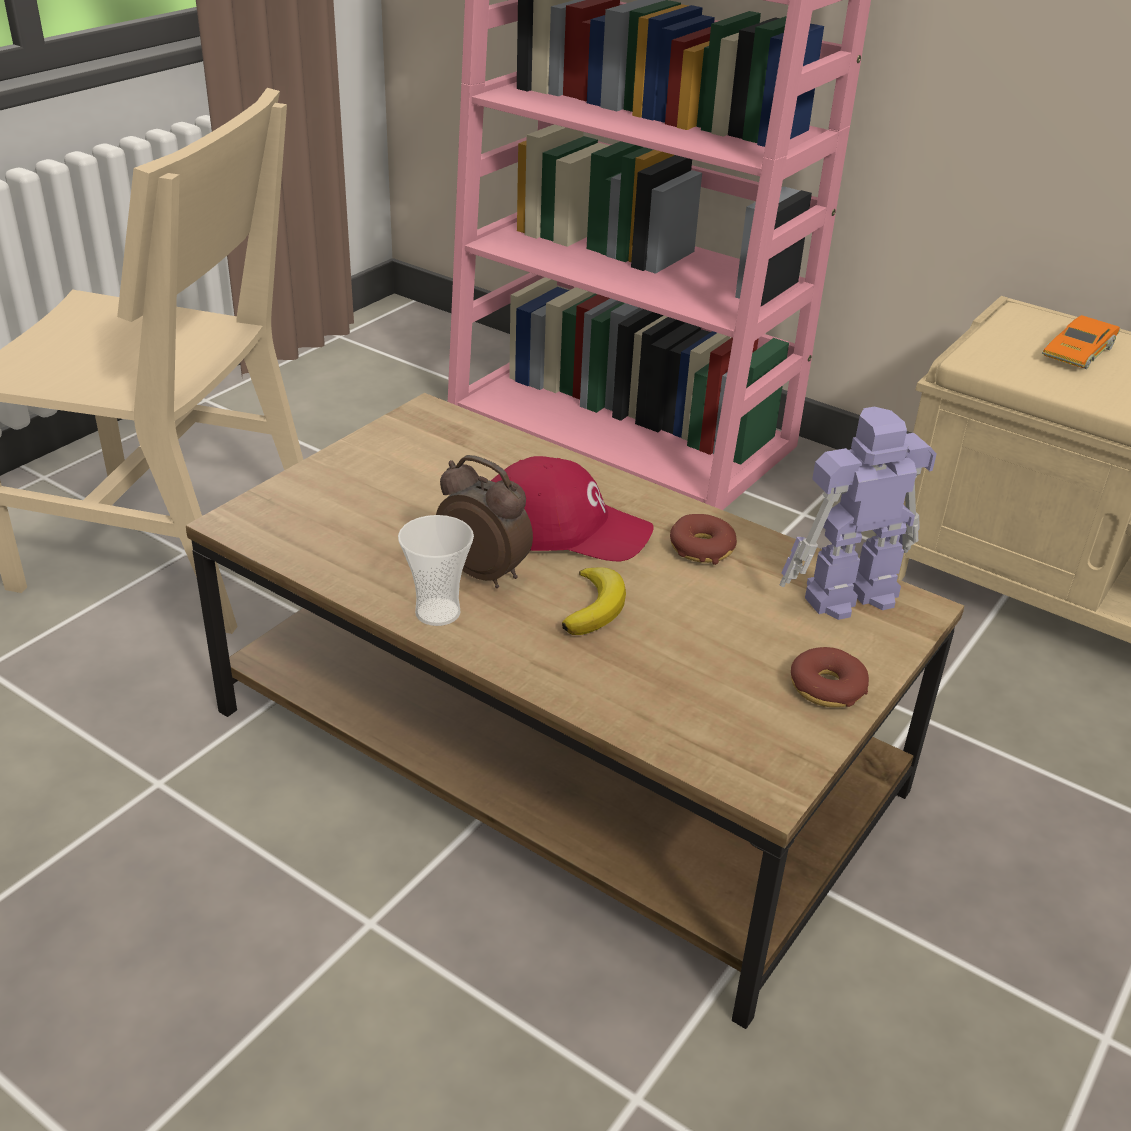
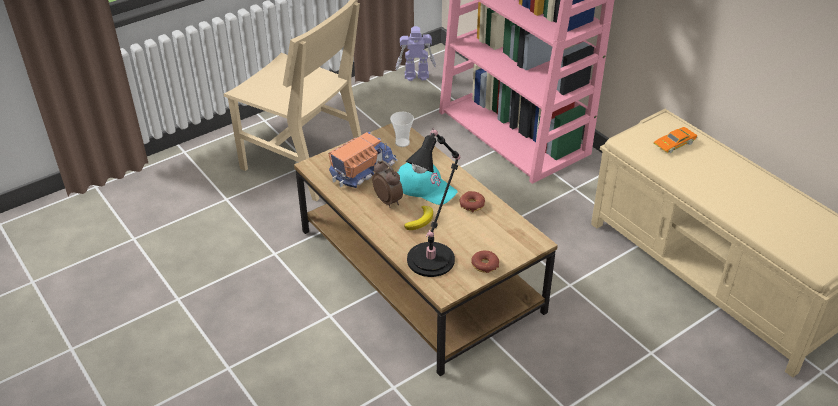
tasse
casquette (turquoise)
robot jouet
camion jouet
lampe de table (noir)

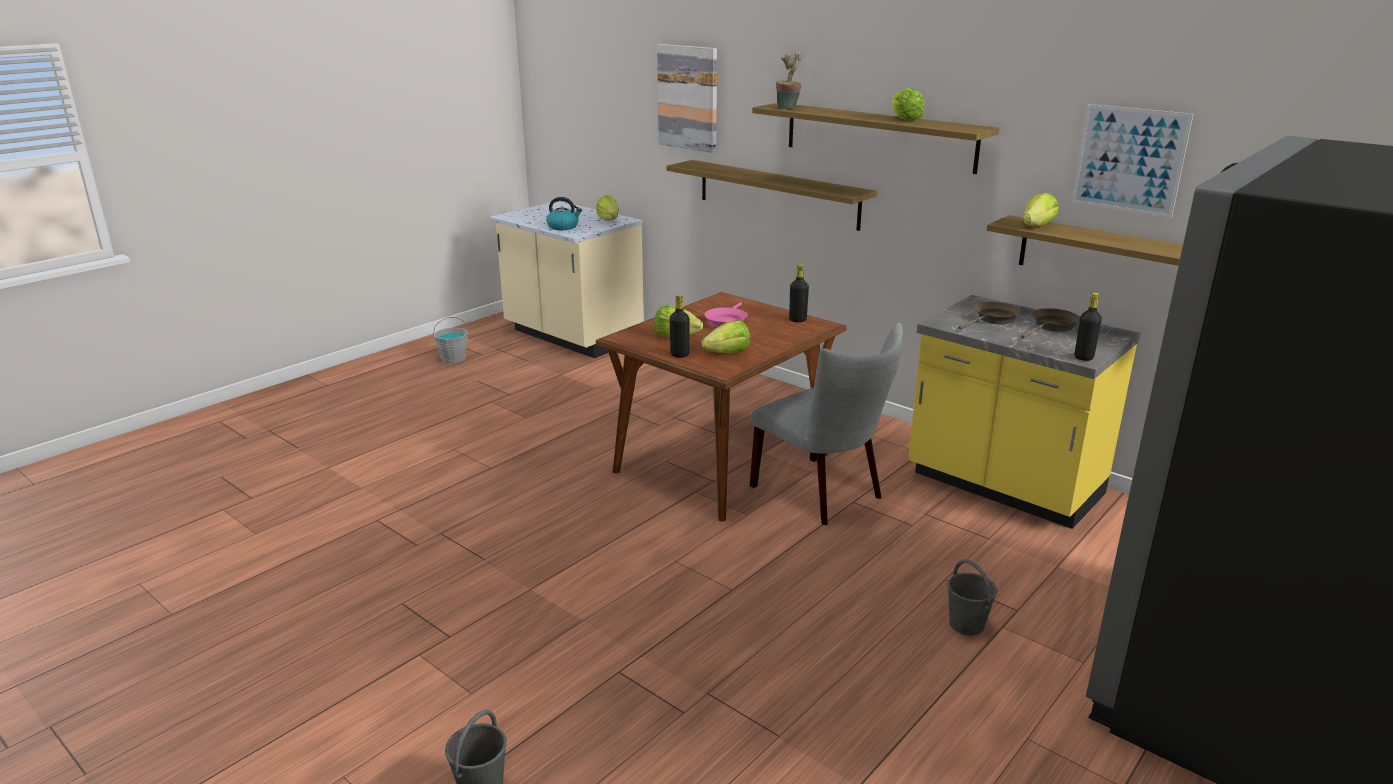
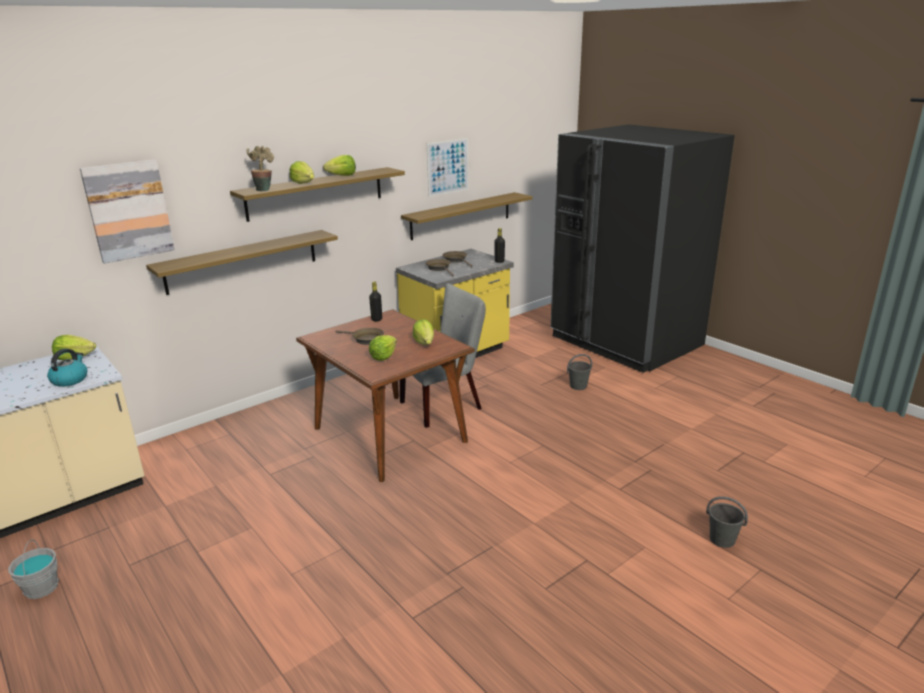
bouteille (noir) (no. 1 from left in the first image)
poêle (marron) (no. 1 from left)
laitue (no. 2 from left)

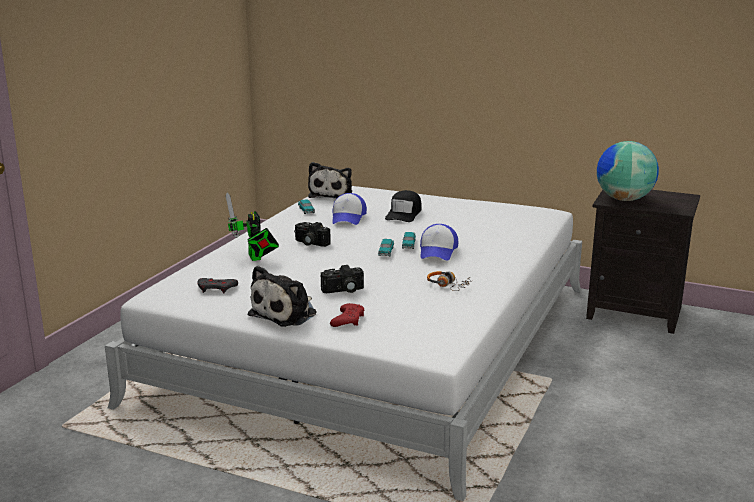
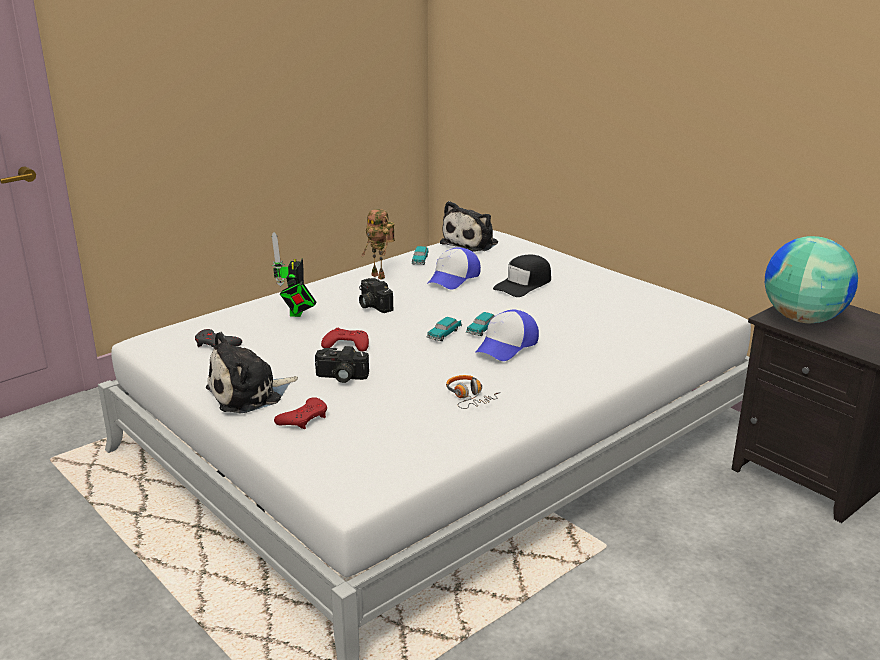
manette (rouge) (no. 2 from left)
robot jouet (no. 2 from left)

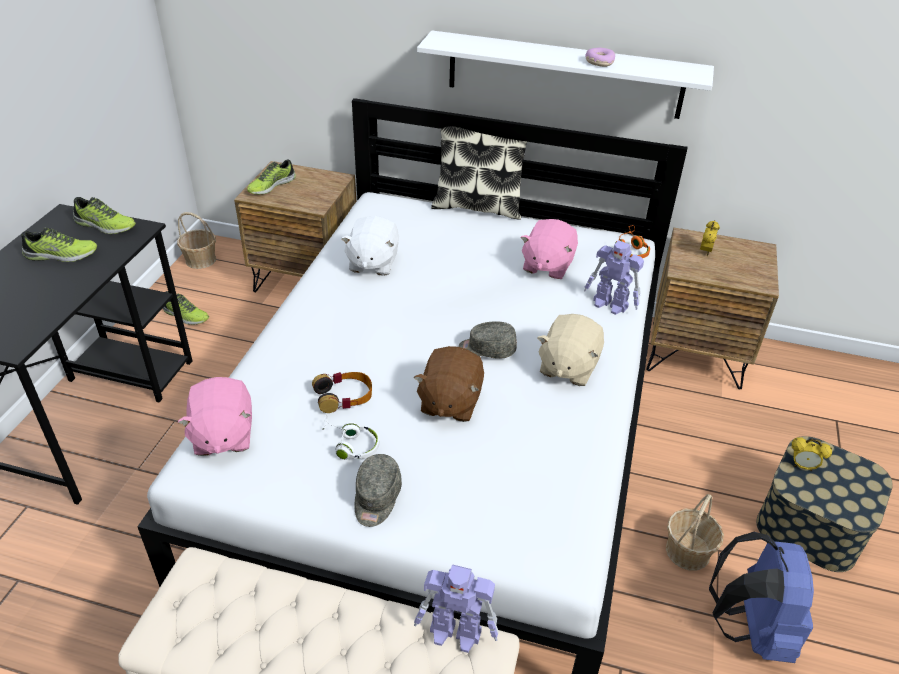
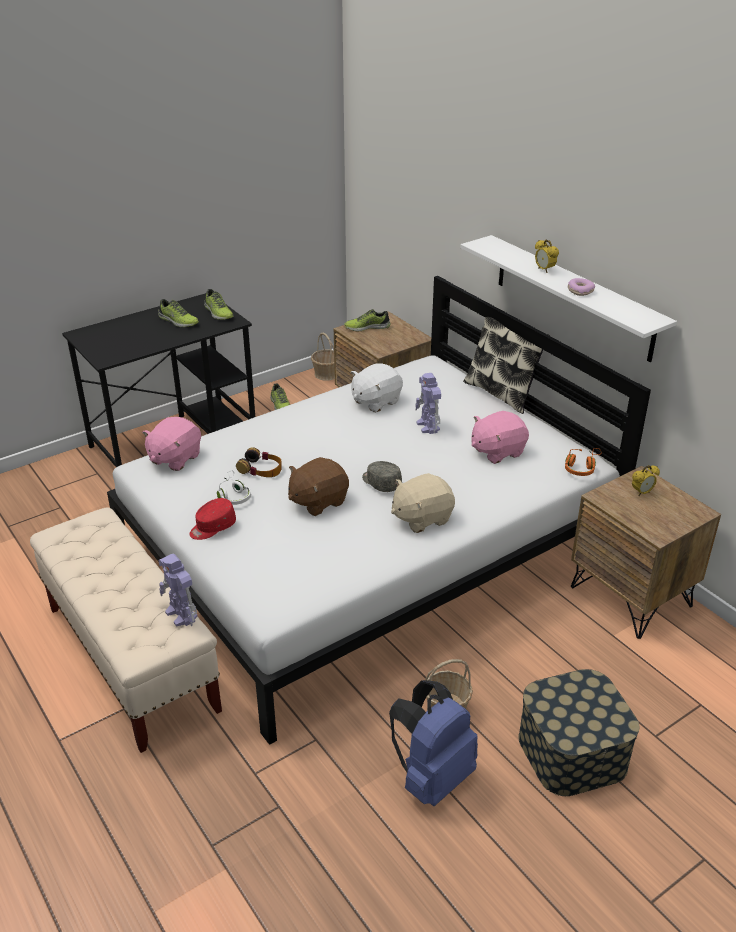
casquette (rouge)
robot jouet (no. 2 from left)
réveil (no. 1 from left)

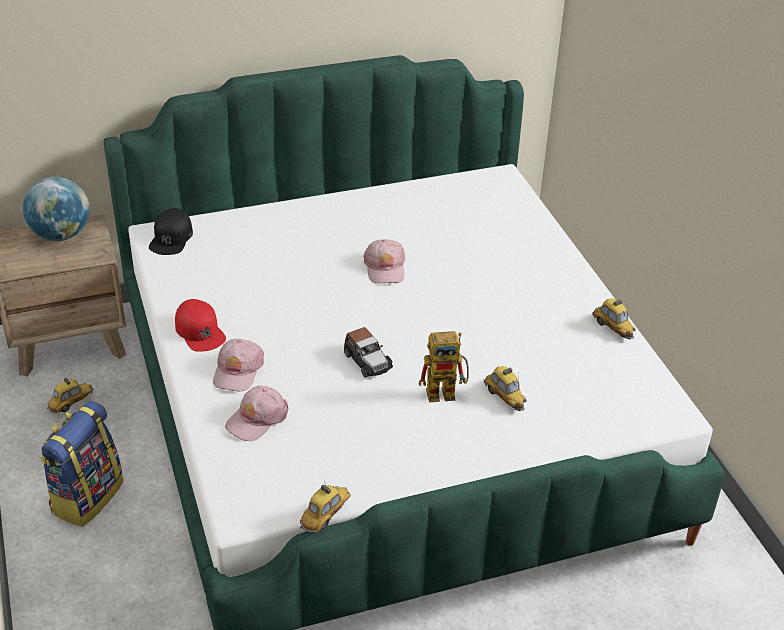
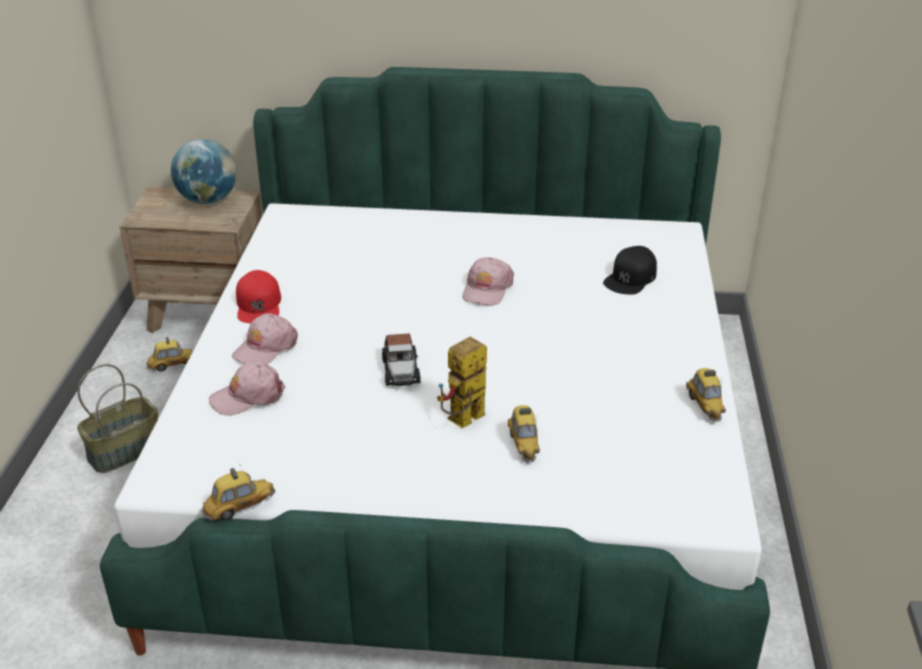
panier
casquette (noir)
robot jouet

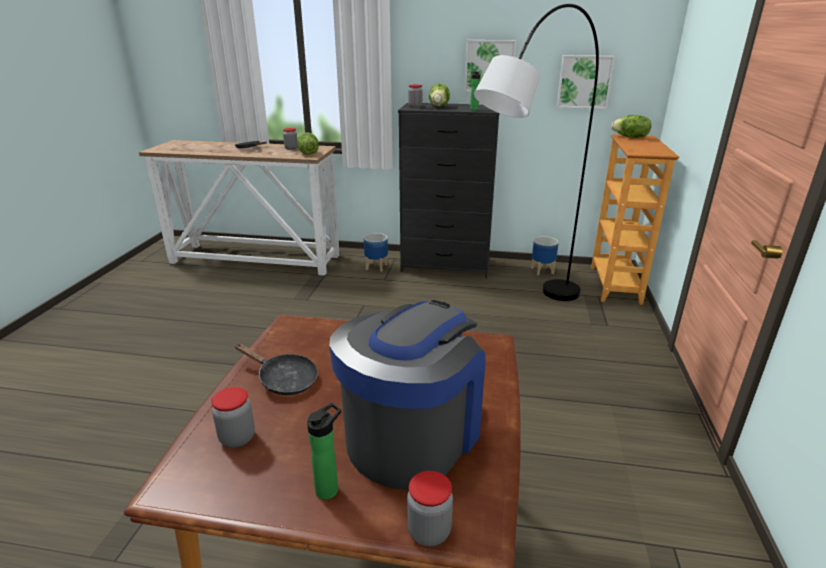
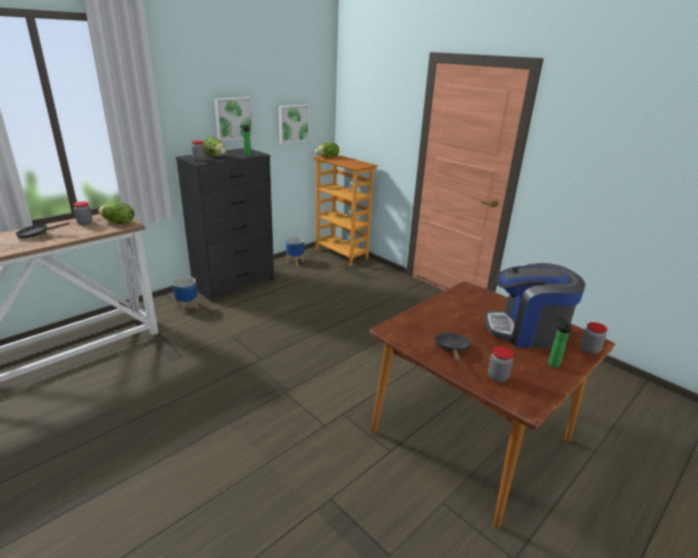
poêle (noir) (no. 2 from left)
machine à café
lampadaire (gris)

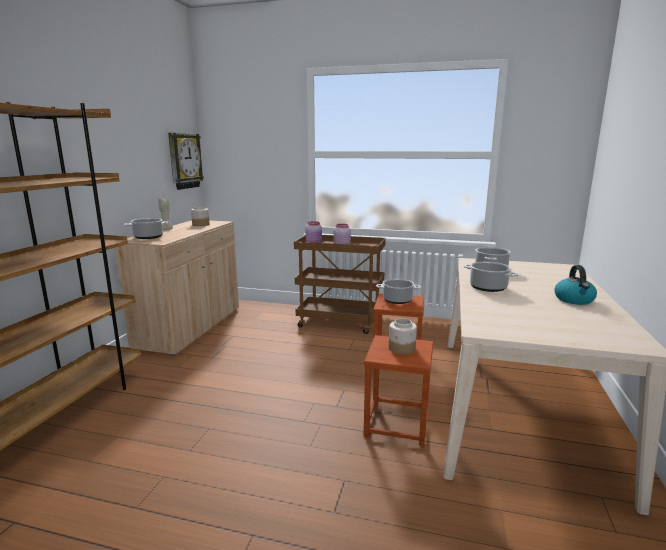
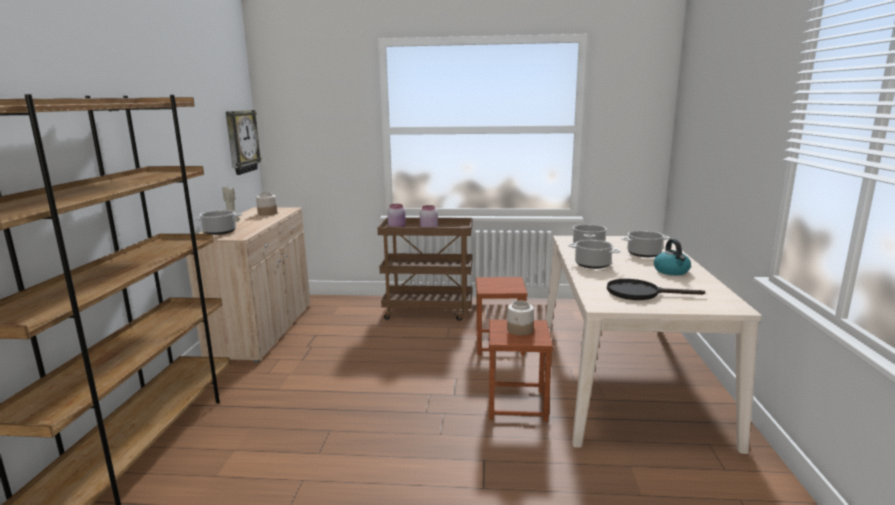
marmite (no. 4 from left)
poêle (noir)

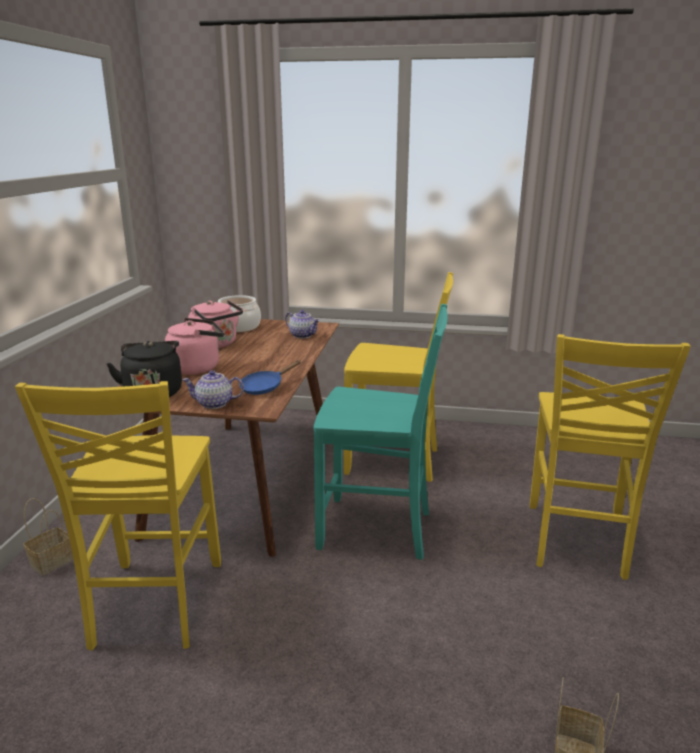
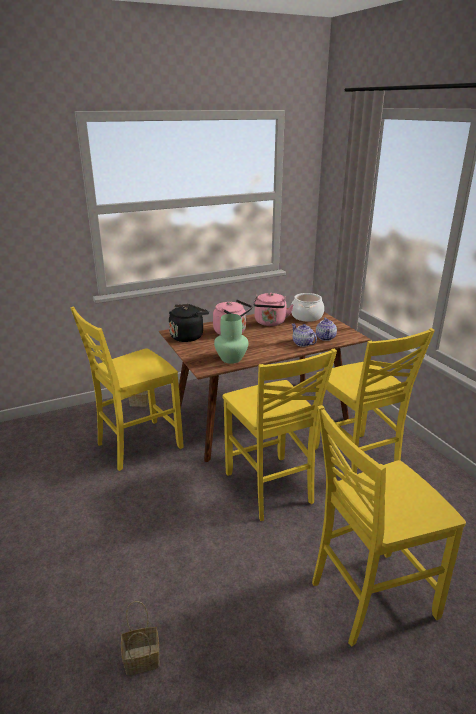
théière (no. 1 from left)
vase (vert)
chaise (jaune) (no. 2 from left)

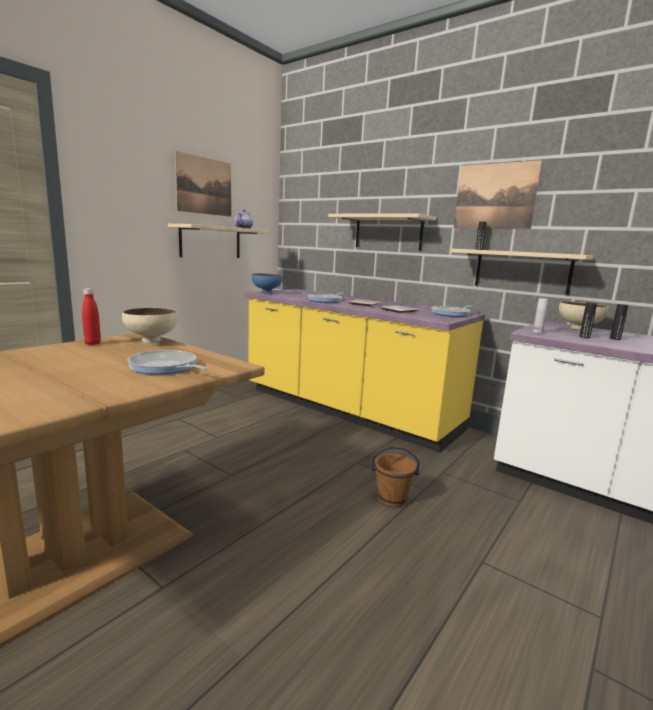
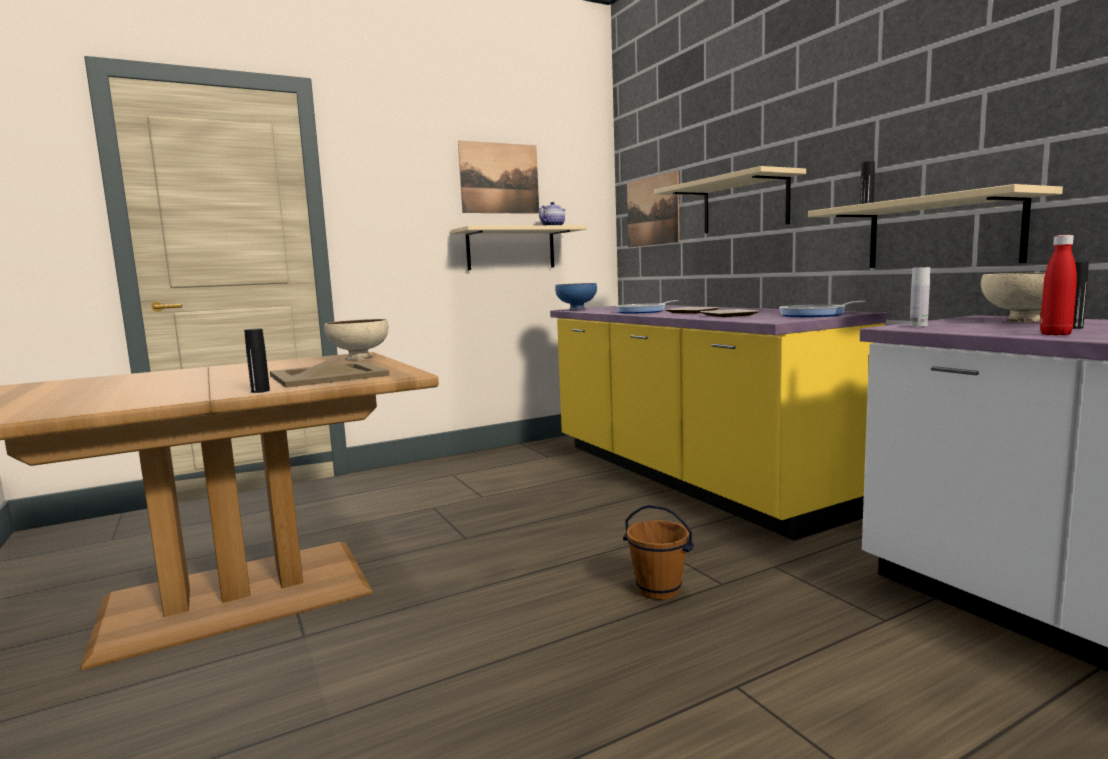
bouteille (rouge)
plateau (beige)
tableau (no. 2 from left)
bouteille (noir) (no. 1 from left)

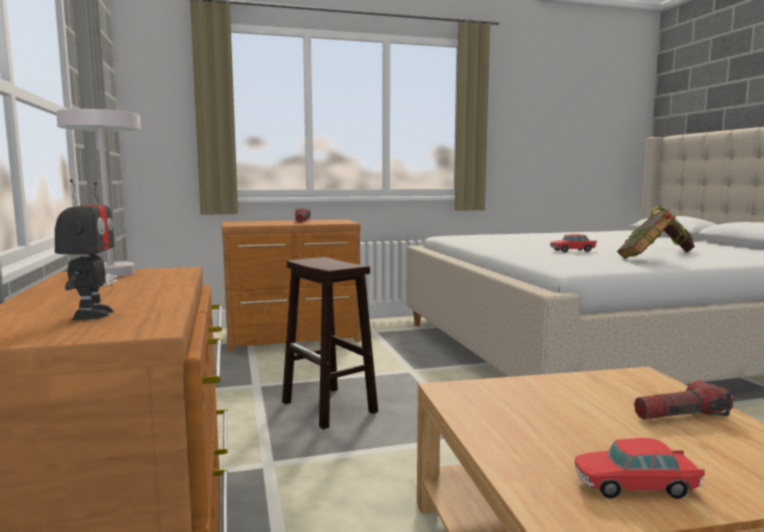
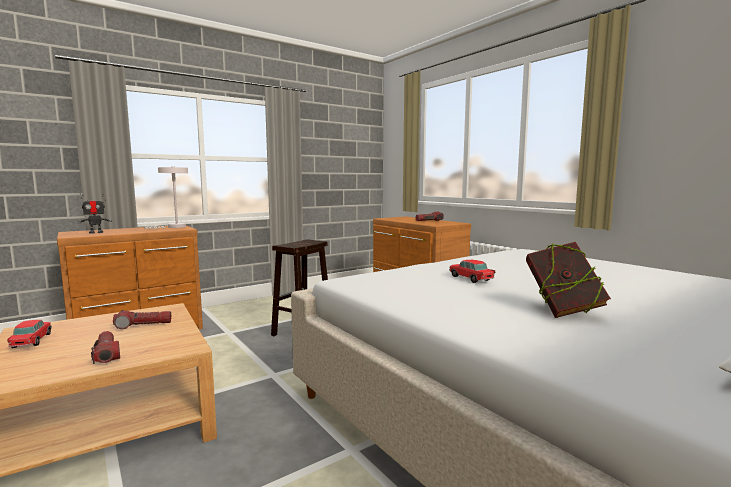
livre (no. 1 from left in the first image)
lampe de poche (no. 2 from left)

